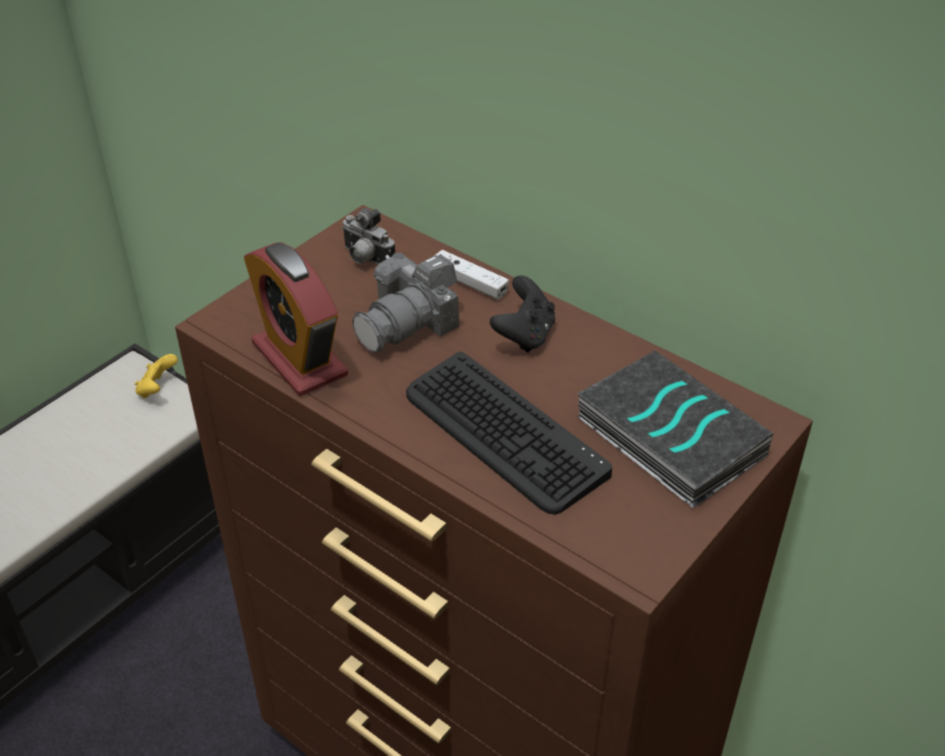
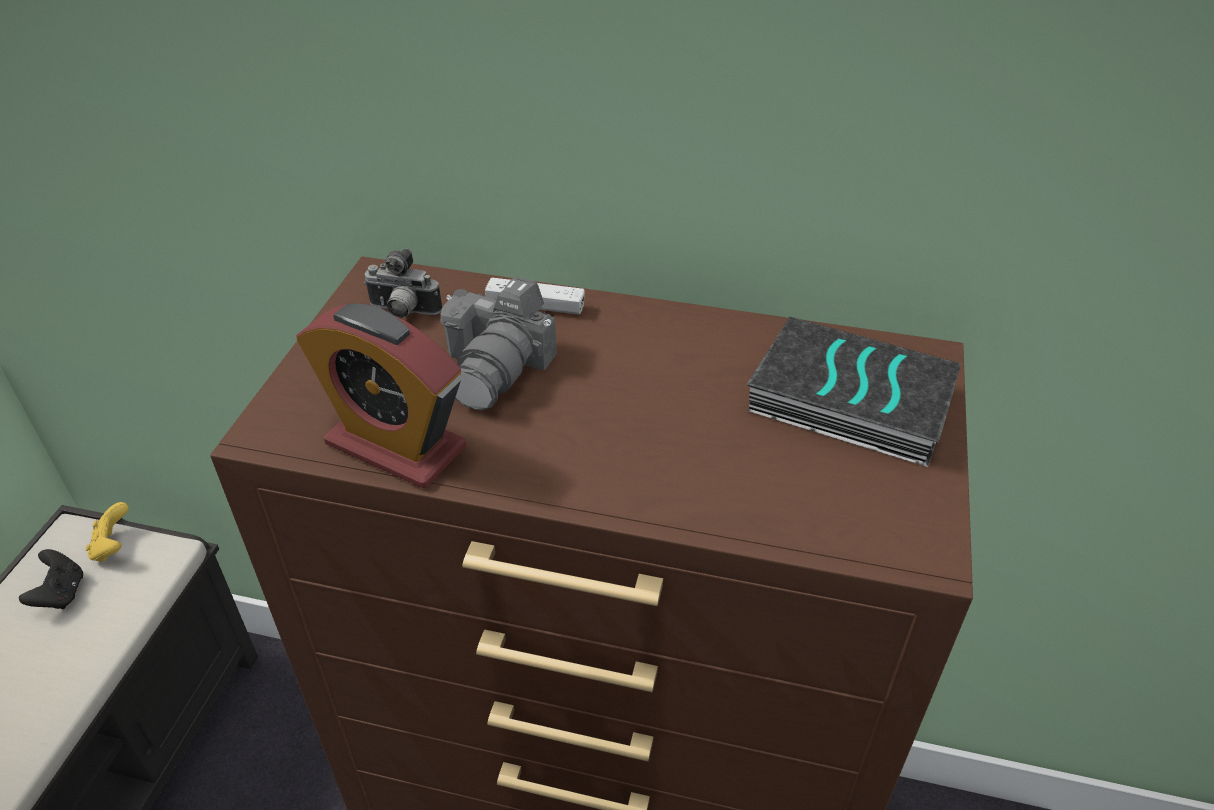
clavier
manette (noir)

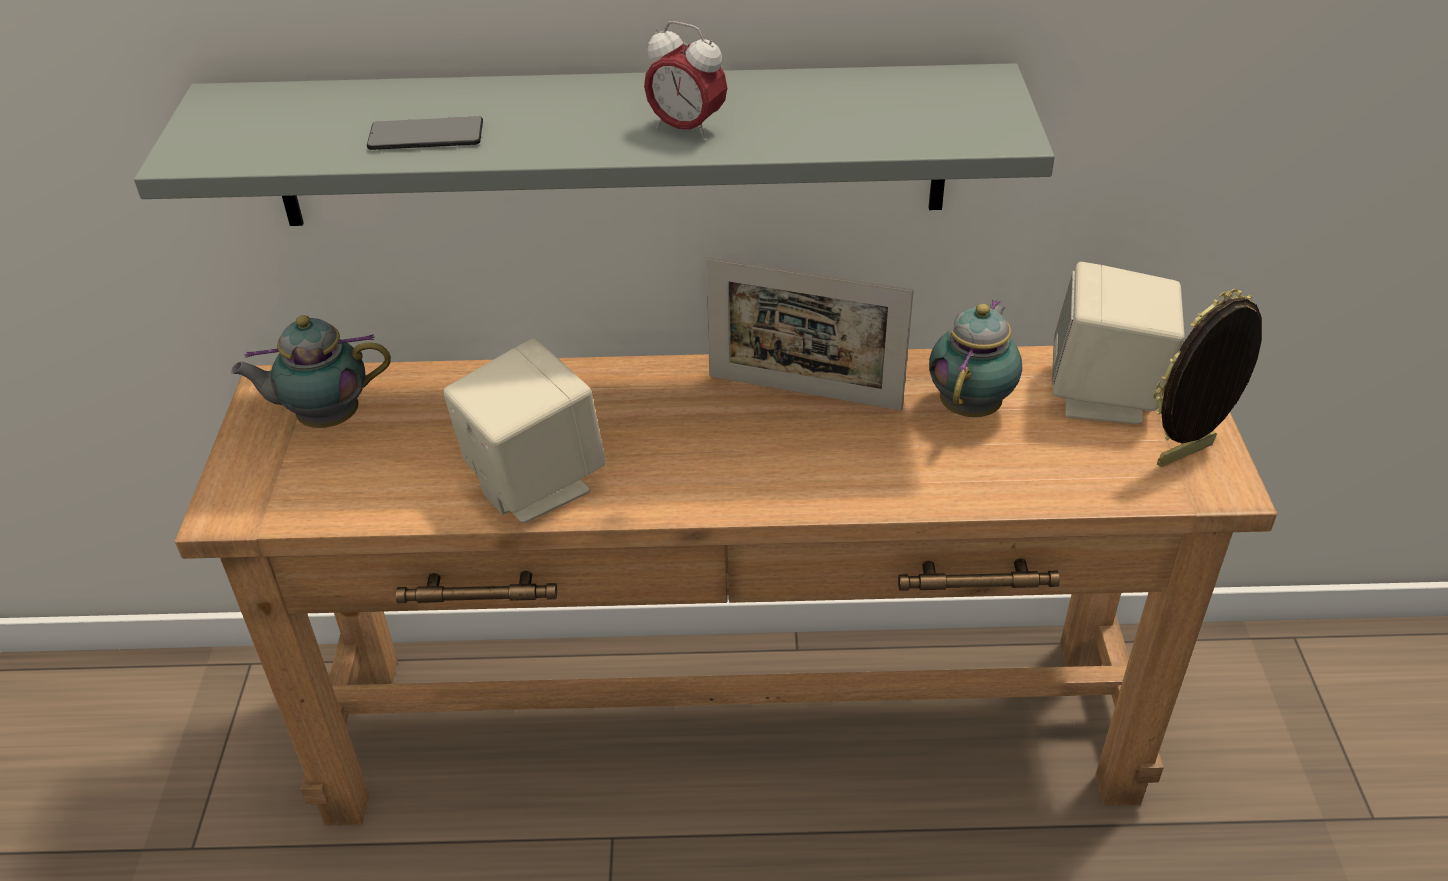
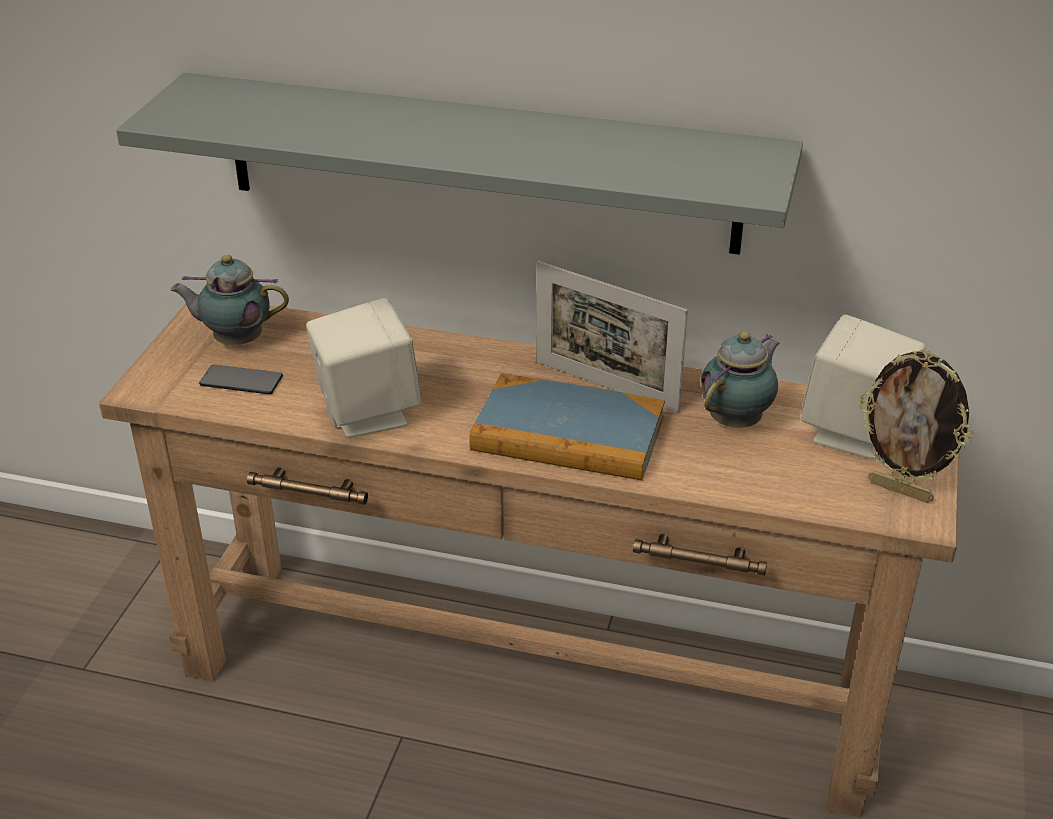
téléphone
réveil
cadre photo (no. 2 from left)
livre

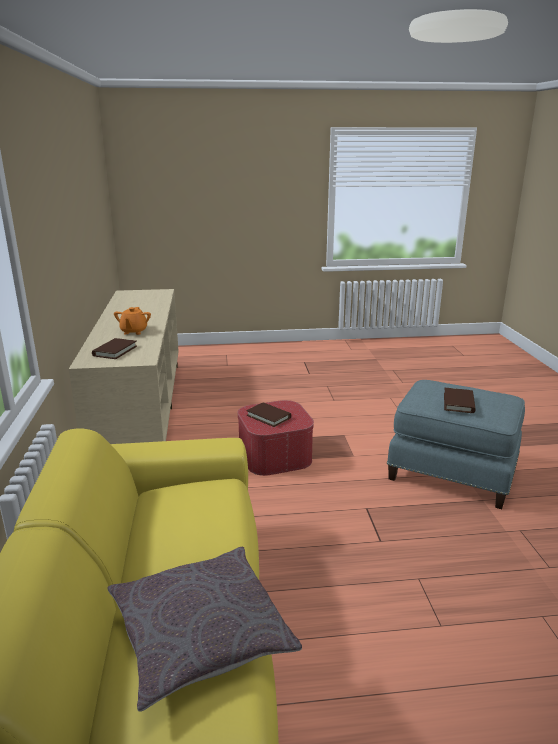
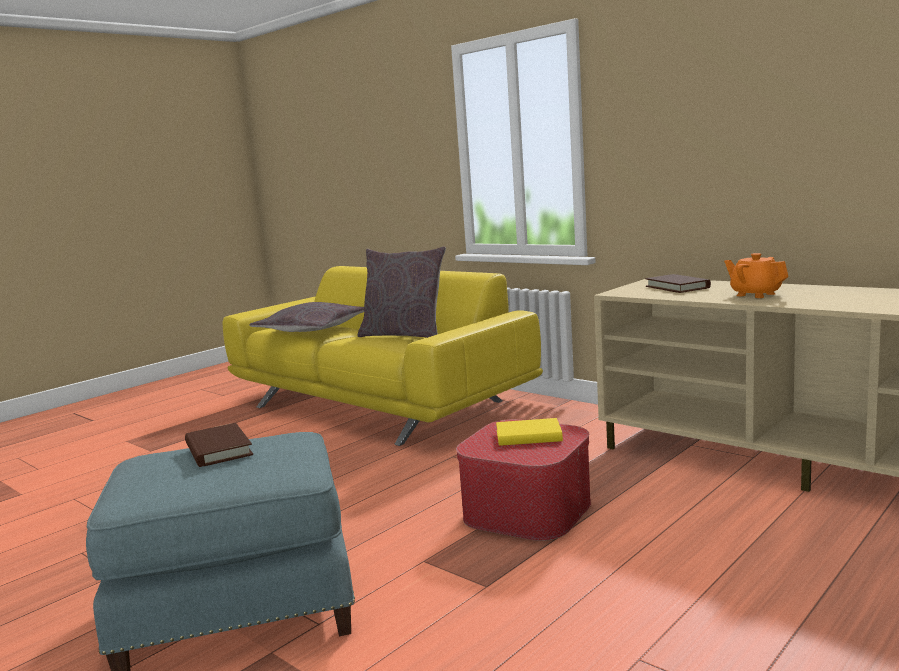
livre (jaune)
coussin (gris) (no. 2 from left)

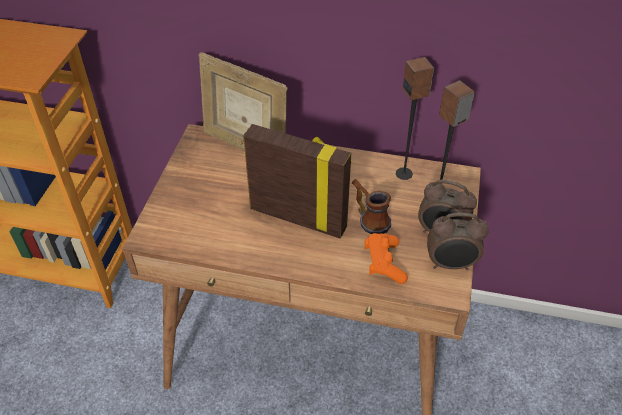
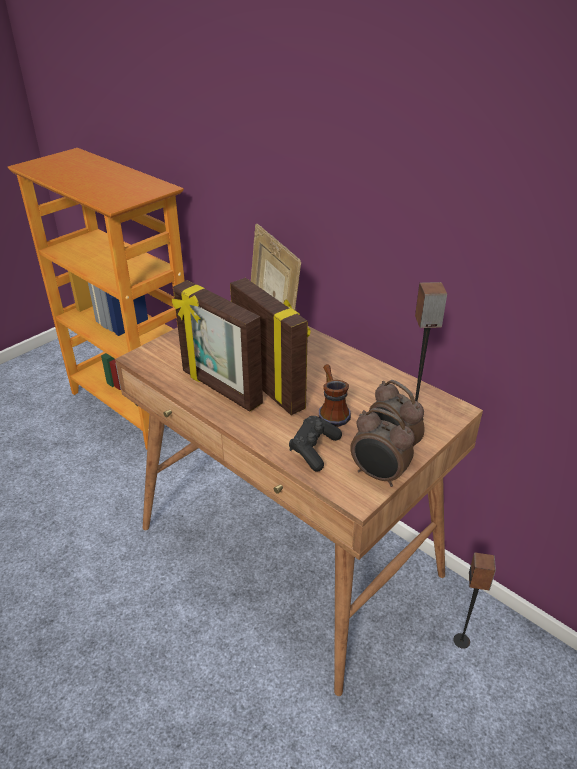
manette (noir)
enceinte (no. 2 from left)
cadre photo (no. 1 from left)

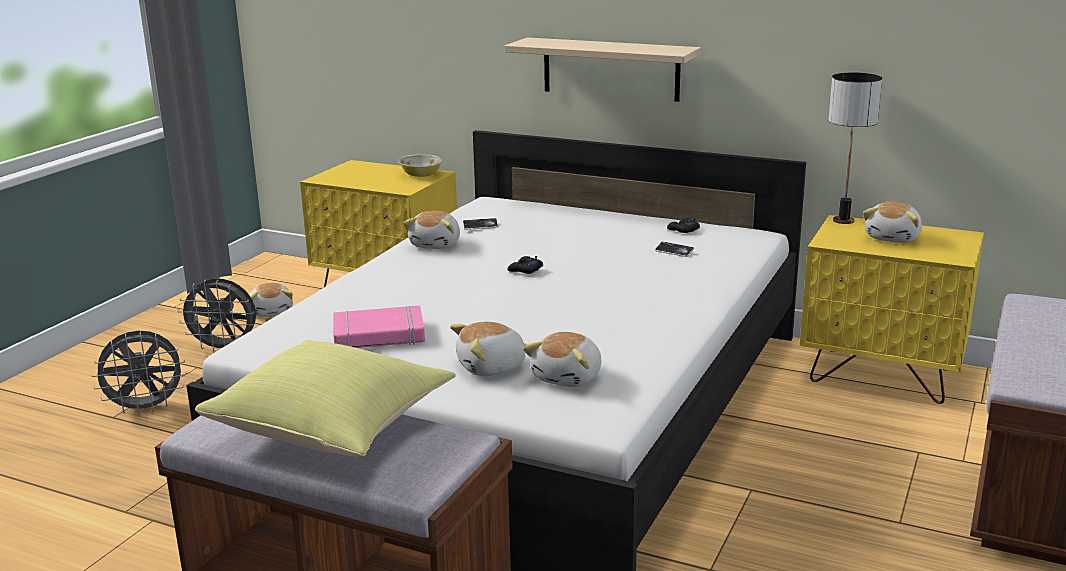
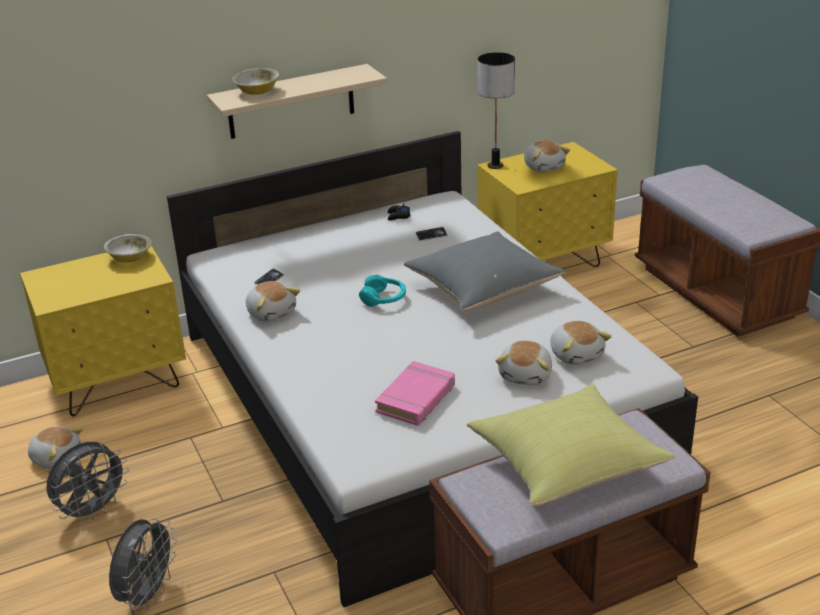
casque audio (turquoise)
bol (no. 2 from left)
coussin (gris)

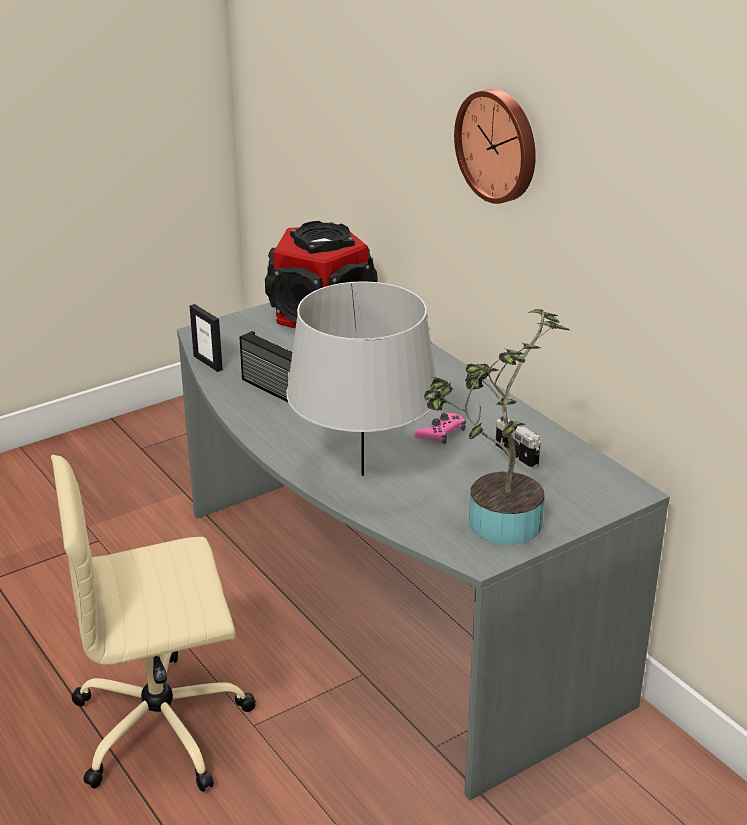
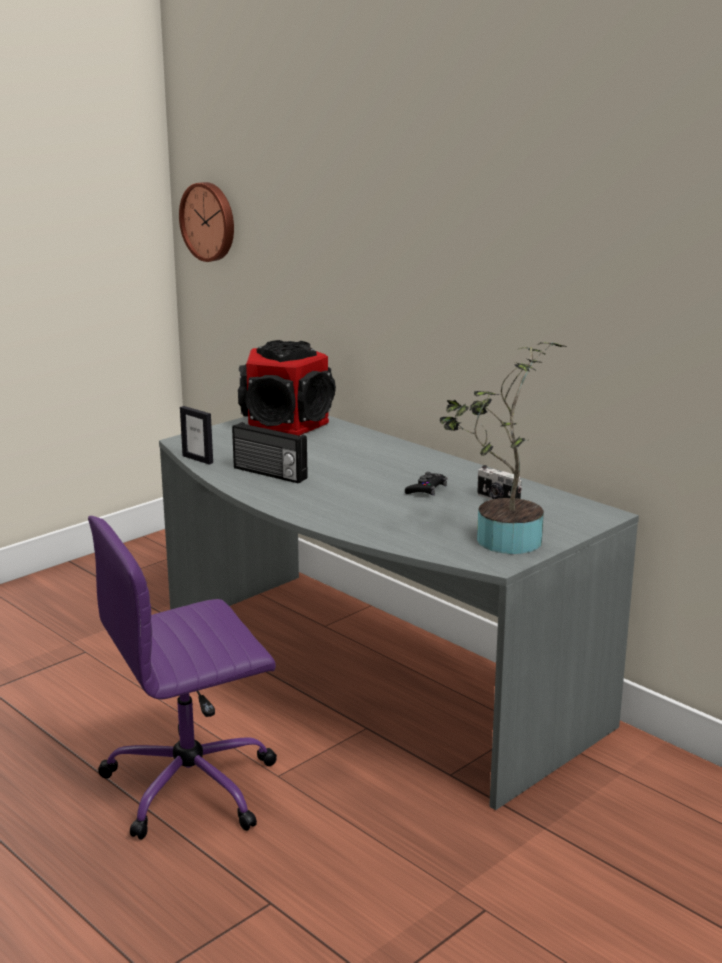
chaise de bureau (violet)
lampe de table (gris)
manette (noir)
horloge murale

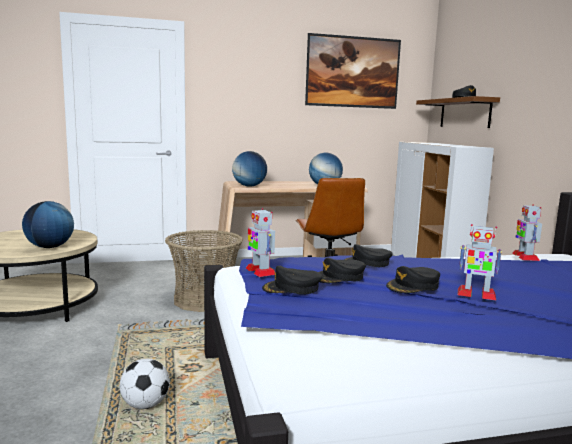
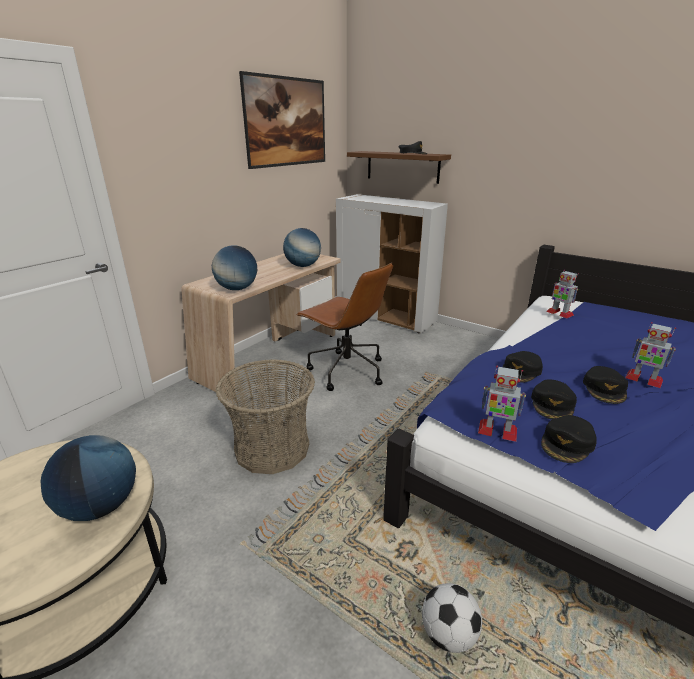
robot jouet (no. 3 from left)

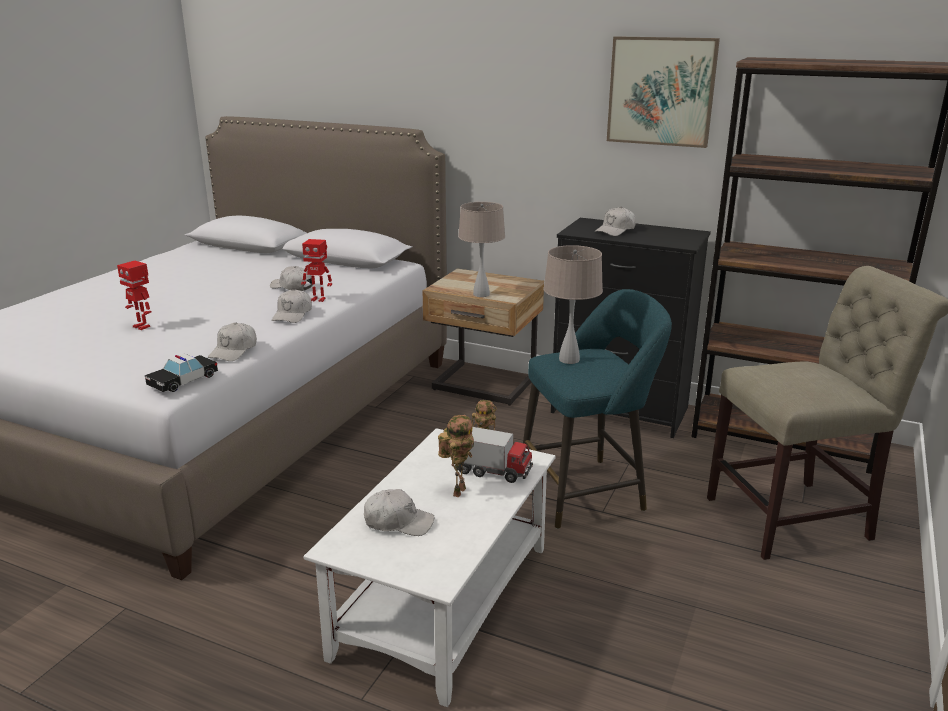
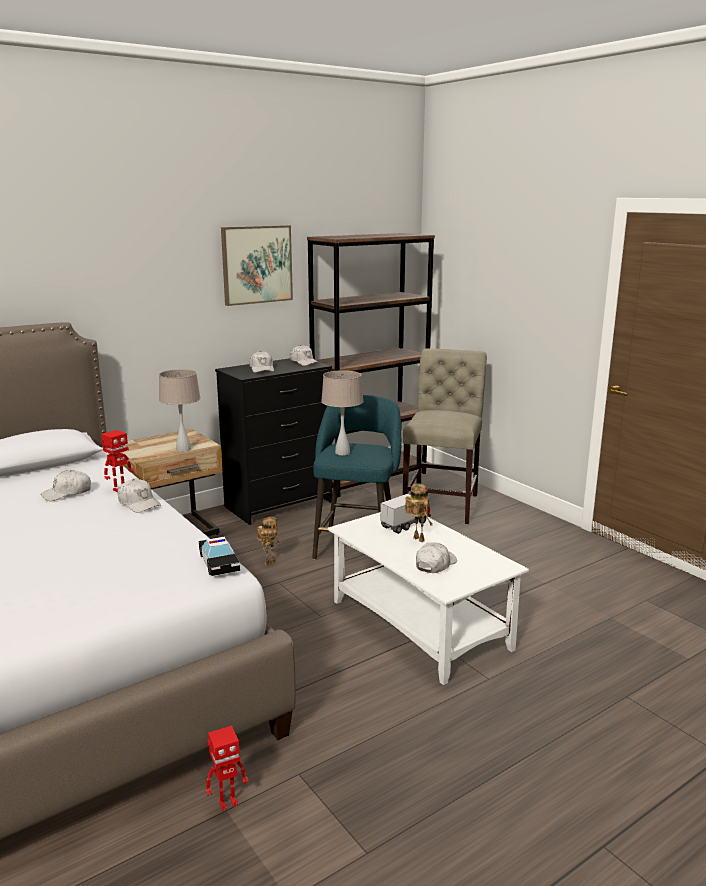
robot jouet (no. 2 from left)
casquette (blanc) (no. 4 from left)

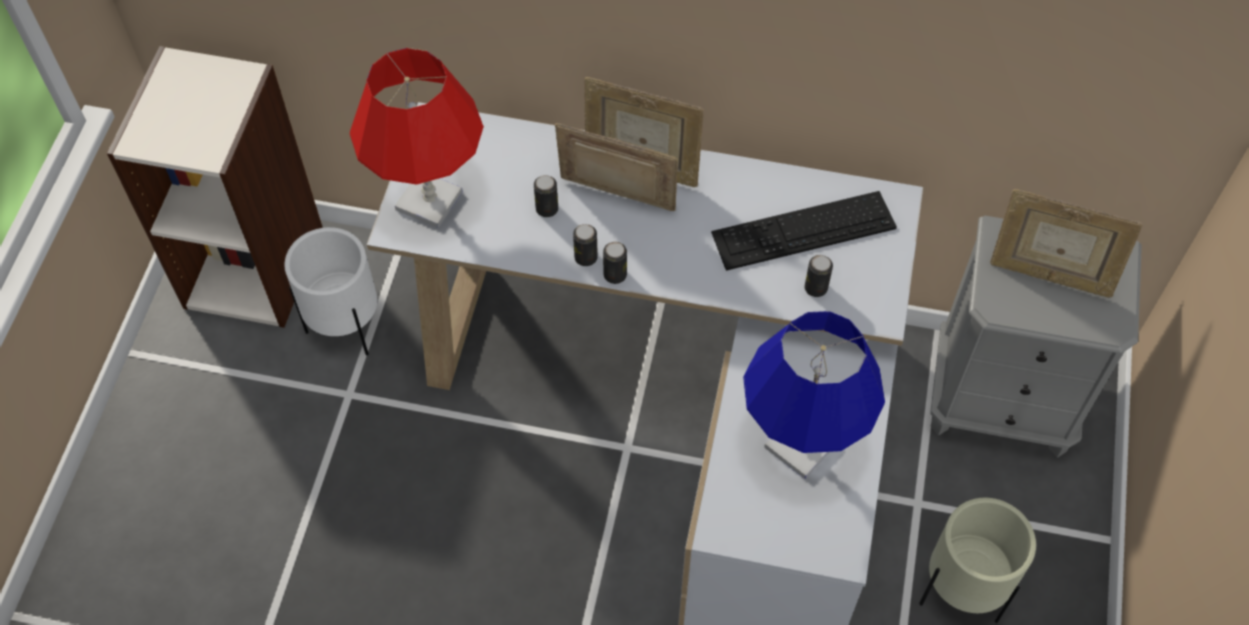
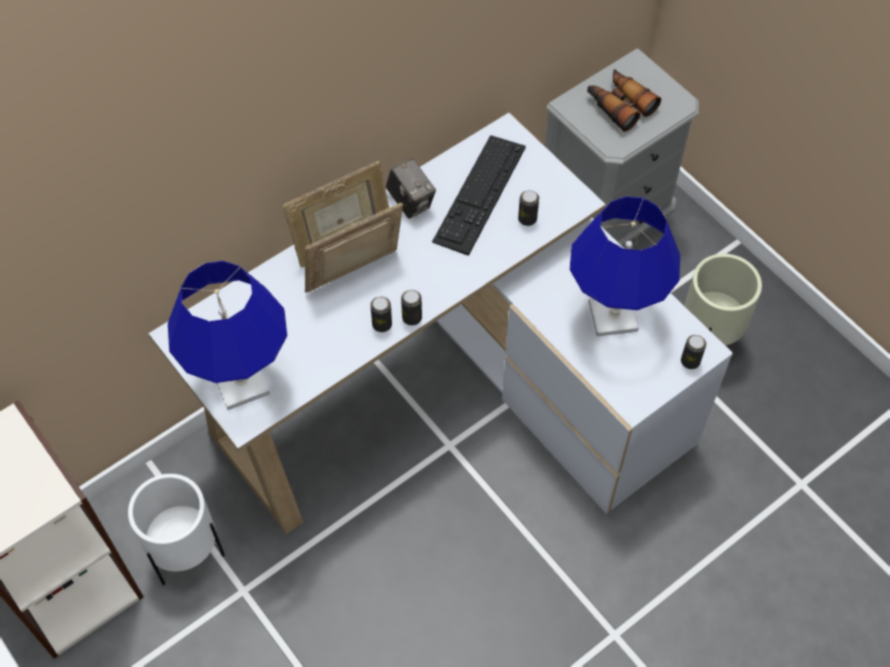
lampe de table (bleu) (no. 1 from left)
boîte métallique (no. 4 from left)
jumelles
appareil photo

